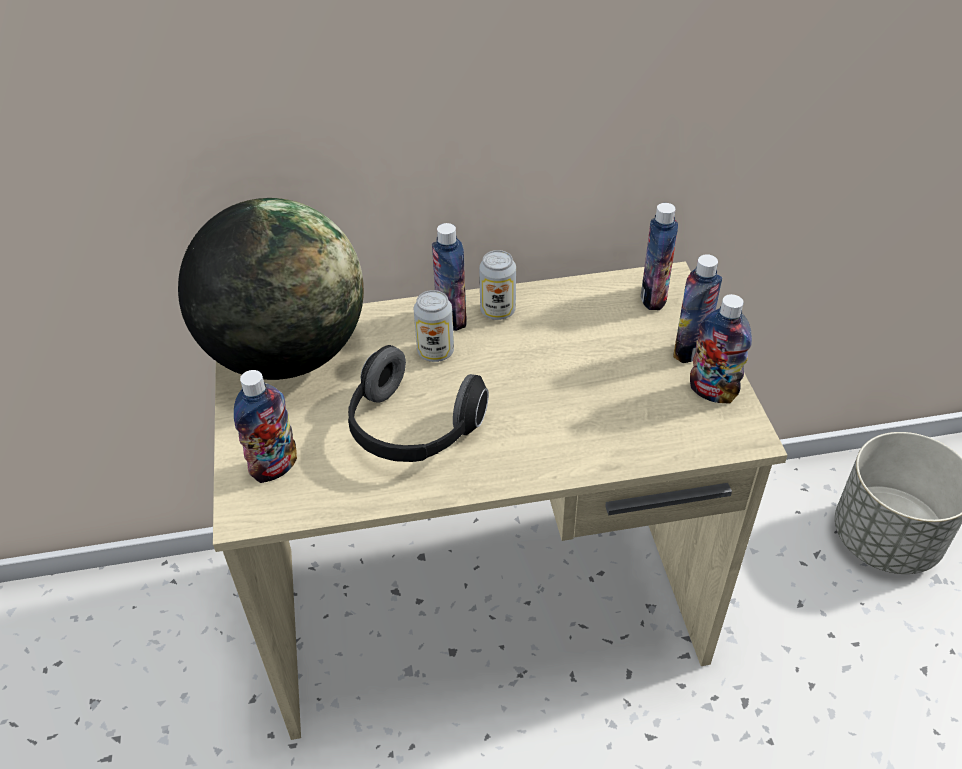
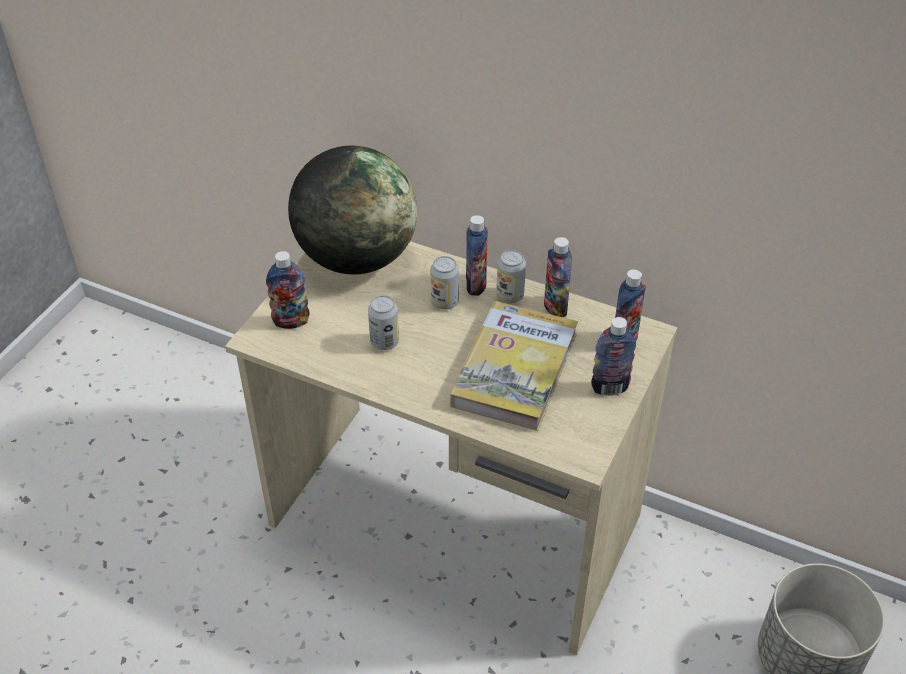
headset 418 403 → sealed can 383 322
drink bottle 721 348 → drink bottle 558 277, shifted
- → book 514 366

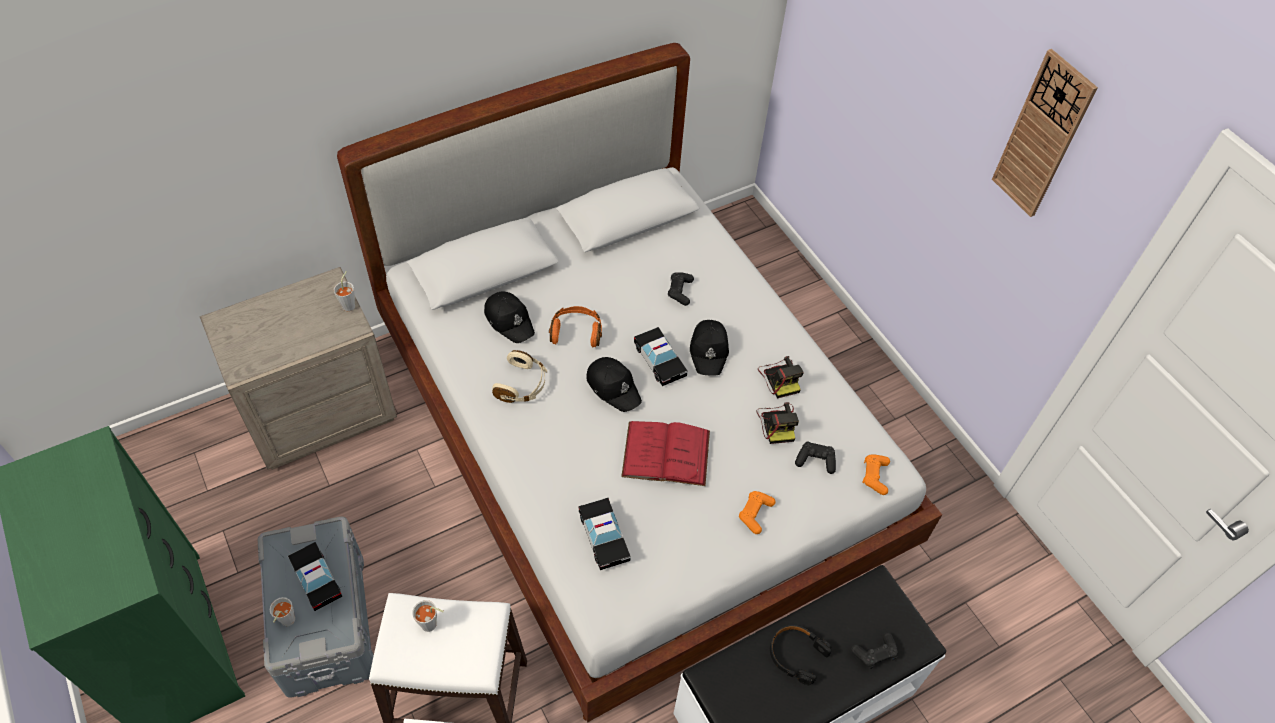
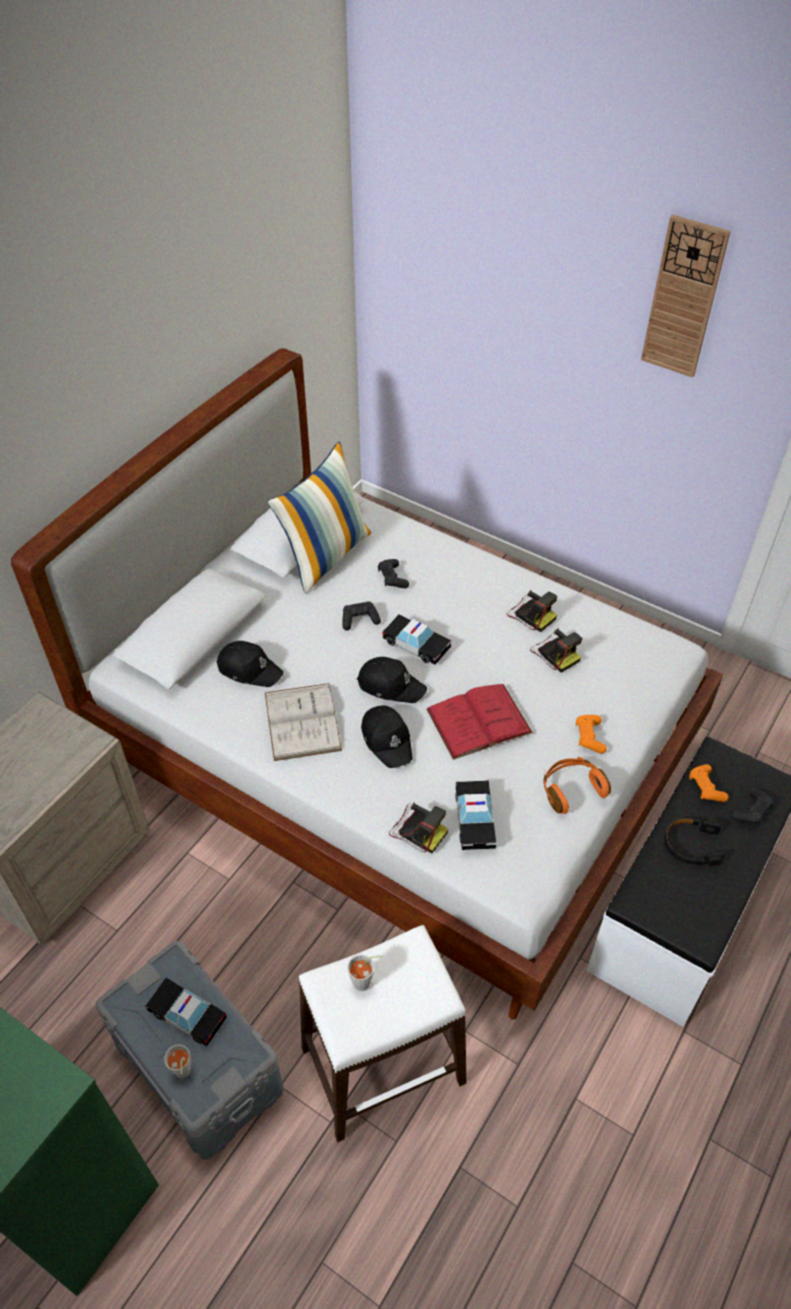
drinking cup (gray) 344 291 → -
headset (beige-coloured) 519 376 → book (white) 303 722
headset (orange) 575 327 → headset (orange) 577 785, shifted
model car 605 534 → model car 476 815, 45 degrees clockwise
cap (black) 709 348 → cap (black) 387 736, shifted
gamepad (black) 815 457 → gamepad (black) 362 615, shifted
gamepad (orange) 876 475 → gamepad (orange) 709 783, shifted
- → throw pillow 319 517
- → photo camera 418 827

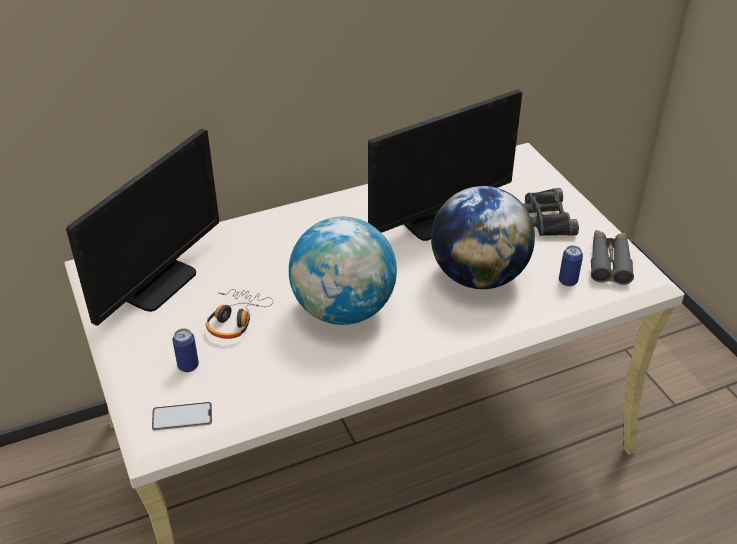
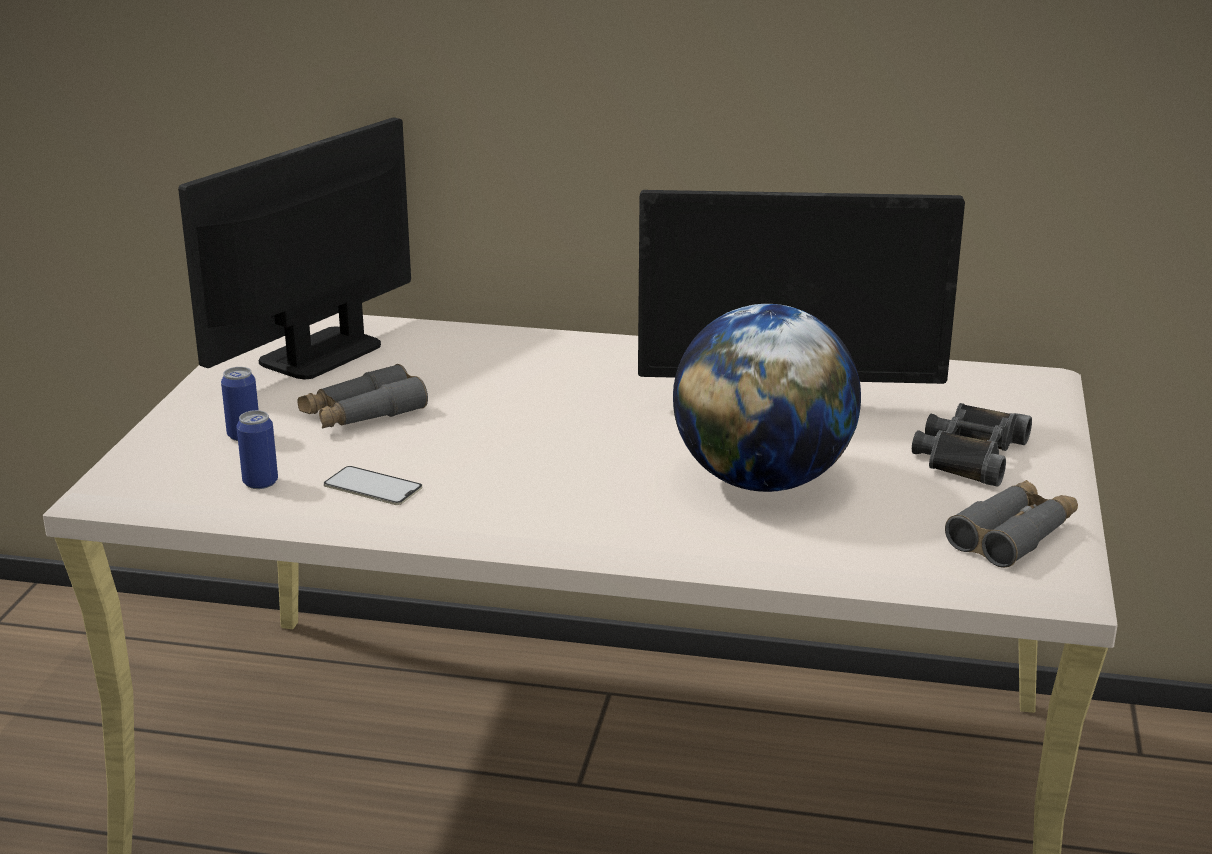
computer screen 142 227 → computer screen 294 248, 150 degrees clockwise
handset 182 416 → handset 373 485, shifted
headset 239 314 → binoculars (gray) 362 396
globe 343 271 → -
sealed can 571 265 → sealed can 257 449, shifted

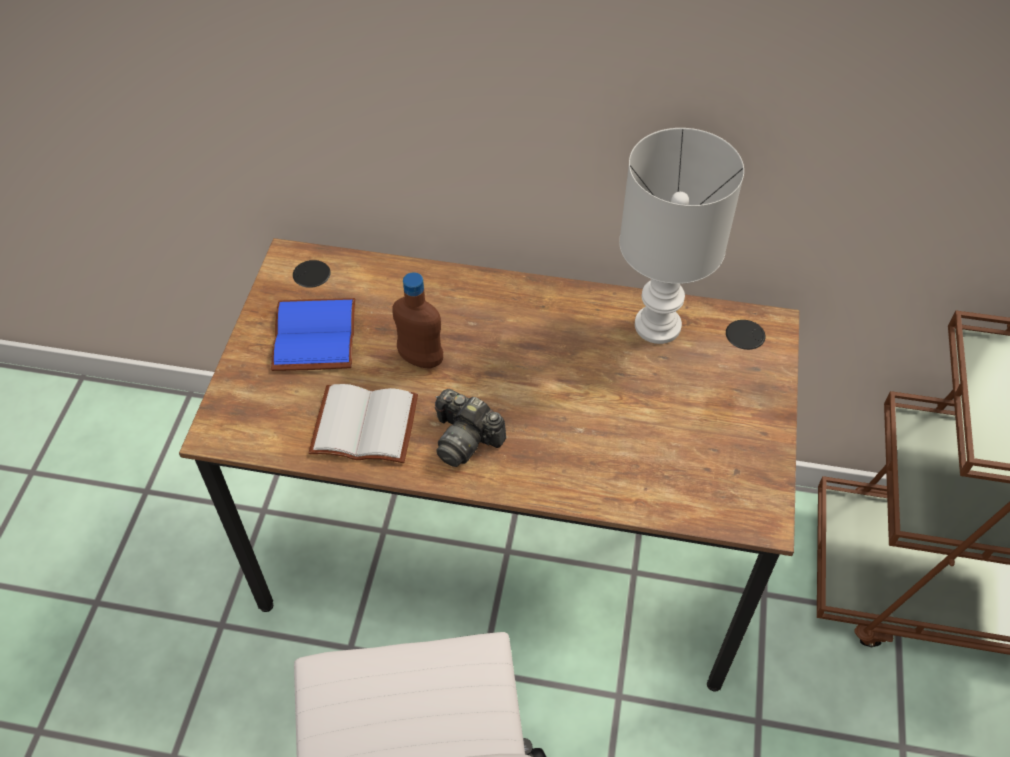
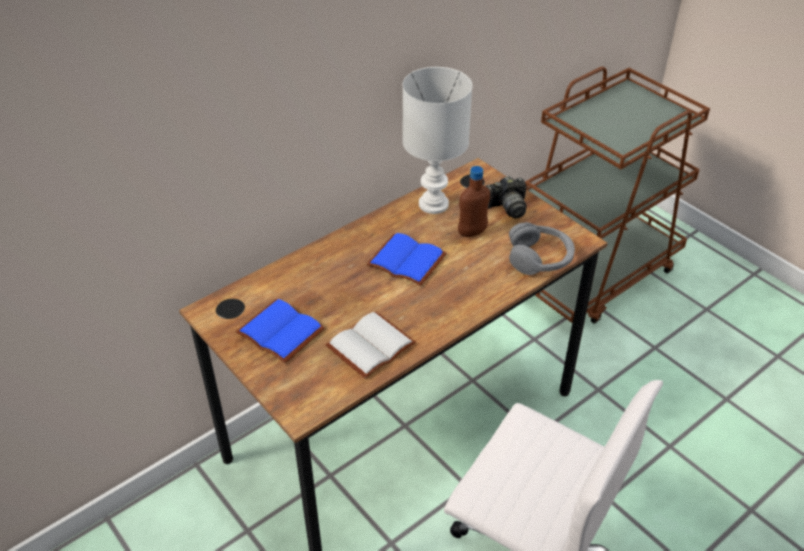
drink bottle (brown) 417 320 → drink bottle (brown) 474 201, shifted
photo camera 470 428 → photo camera 506 197, shifted
- → book (blue-coloured) 407 259
- → headset (gray) 542 248

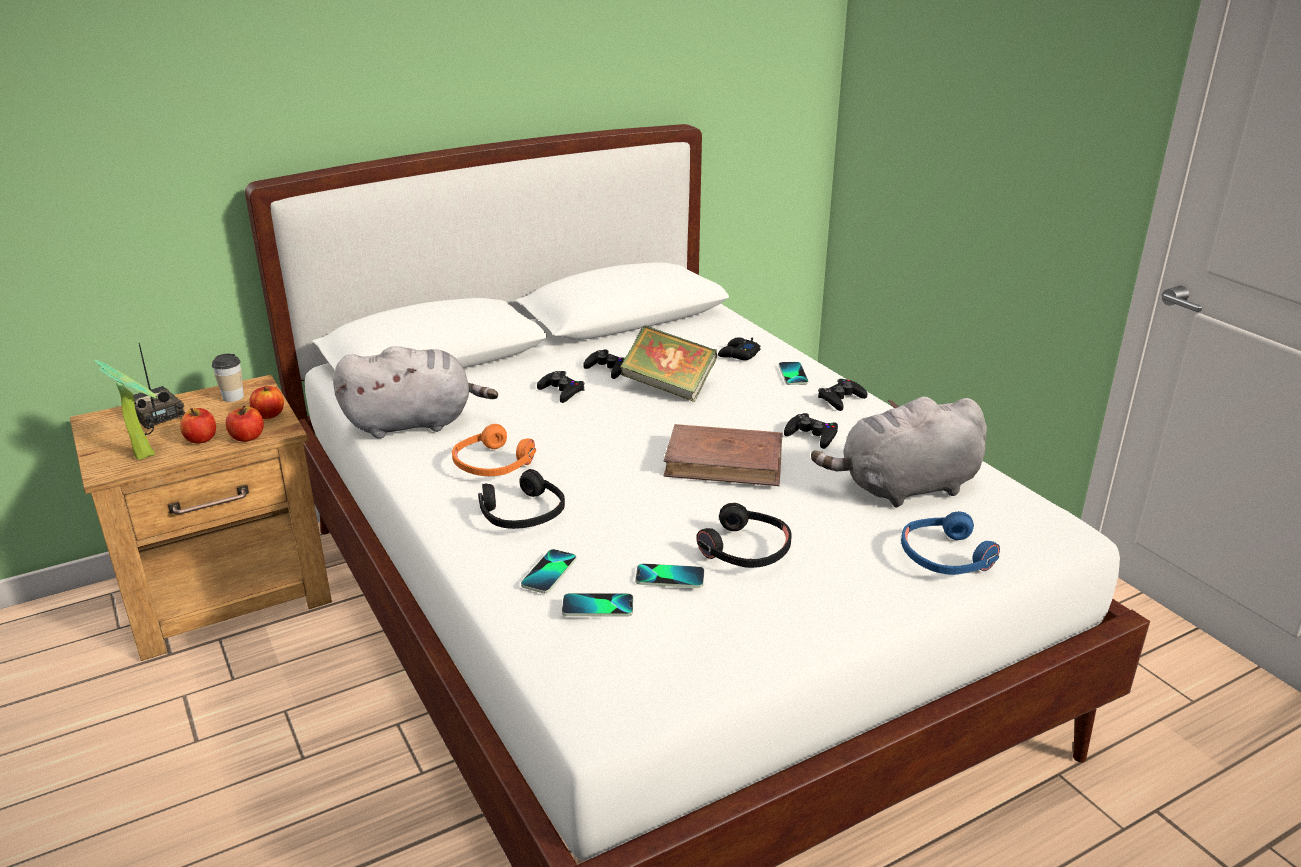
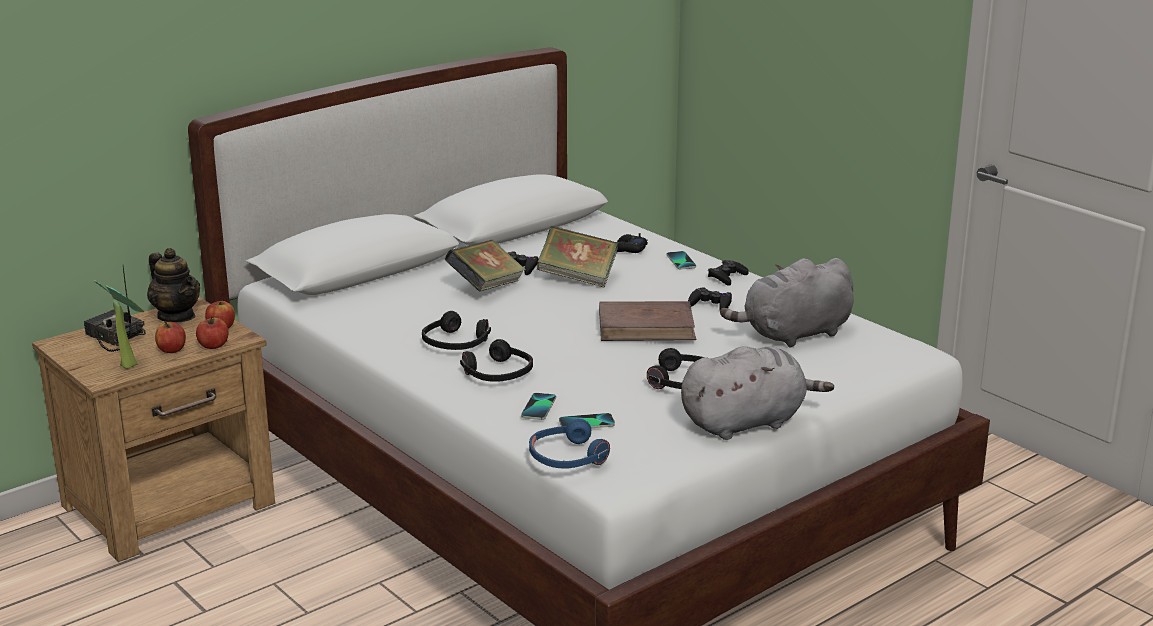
drinking cup 228 378 → pot for tea 173 285
plush toy (gray) 415 392 → plush toy (gray) 757 393, shifted
headset (orange) 494 450 → headset (black) 456 330
gamepad (black) 561 387 → book 485 266
handset 669 575 → -
headset (blue-coloured) 950 543 → headset (blue-coloured) 569 444, shifted

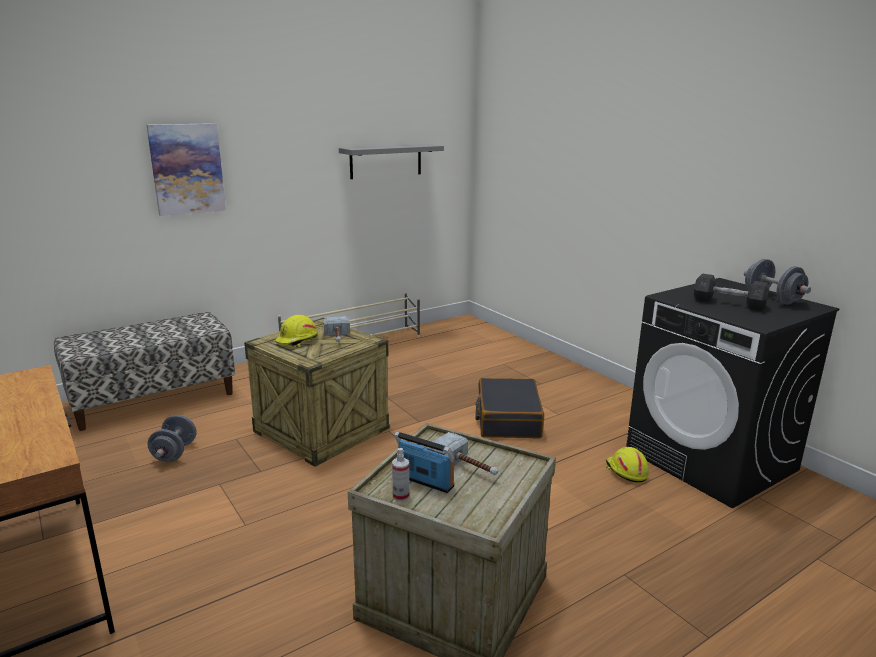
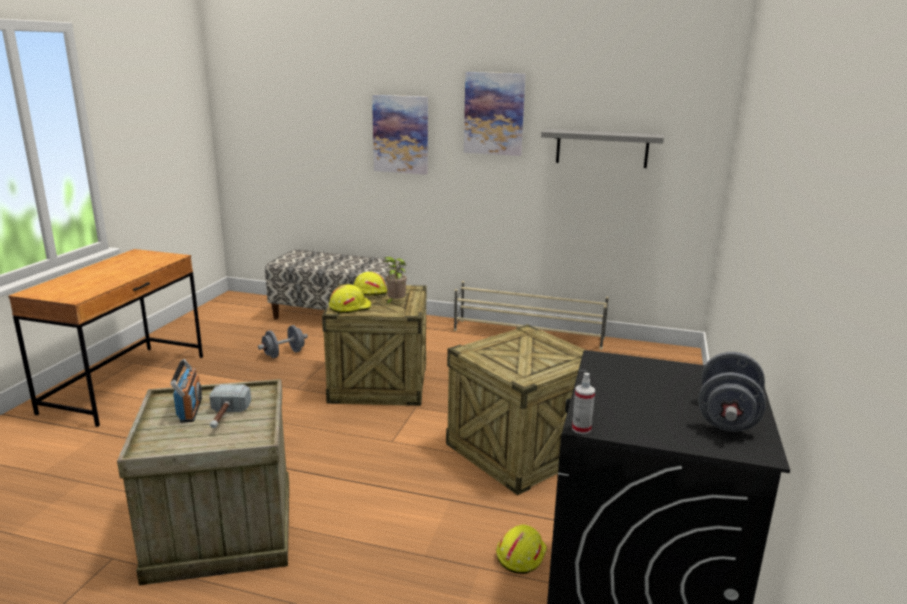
hammer 337 329 → potted plant 395 281
spray bottle 400 474 → spray bottle 583 403, shifted
piece of luggage (black) 509 408 → crate 515 409
free weight (gray) 731 292 → -
- → safety helmet (yellow) 350 298
- → picture 495 114

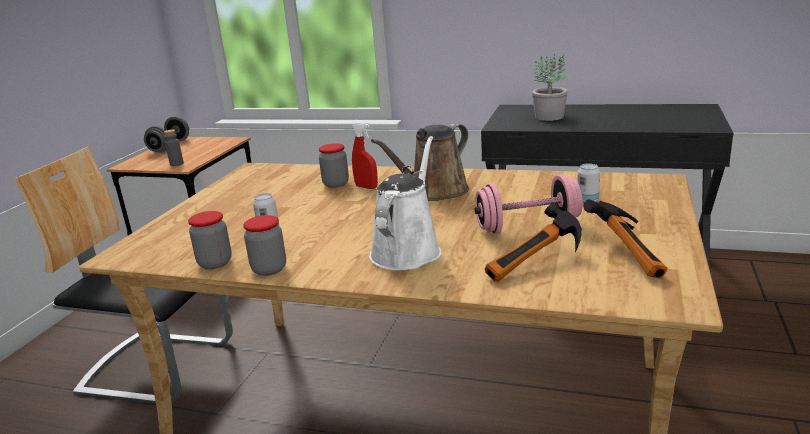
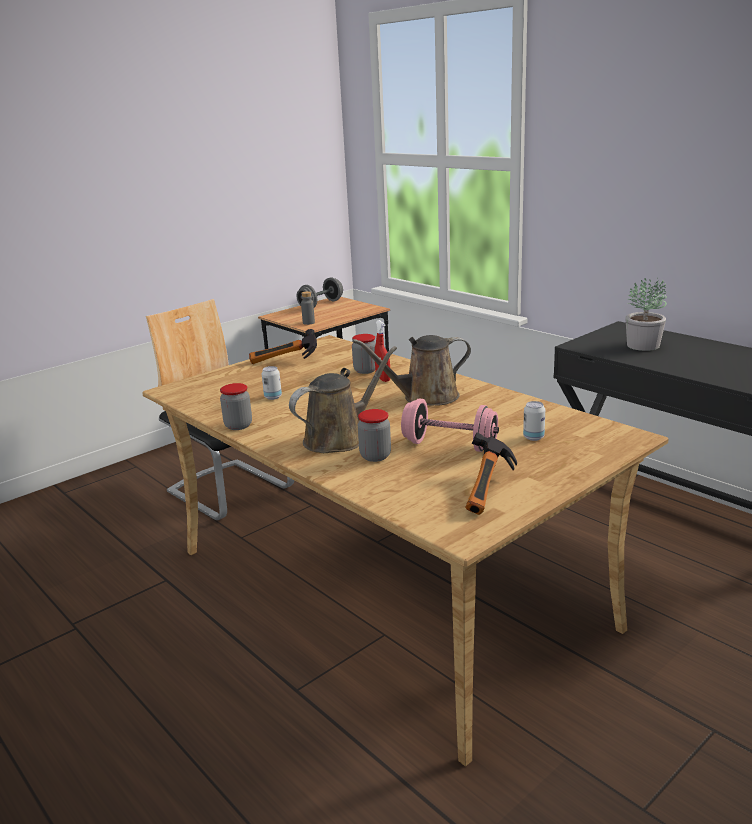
storage jar 210 240 → storage jar 374 435, shifted
watering pot (white) 405 203 → watering pot (brown) 343 399
hammer 533 242 → hammer 283 346, shifted

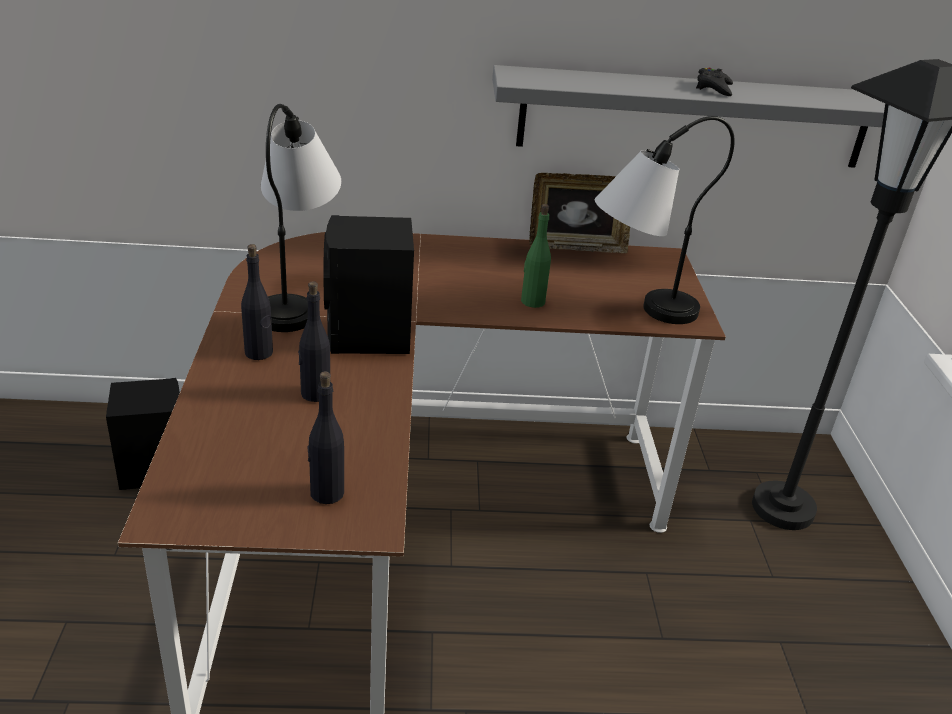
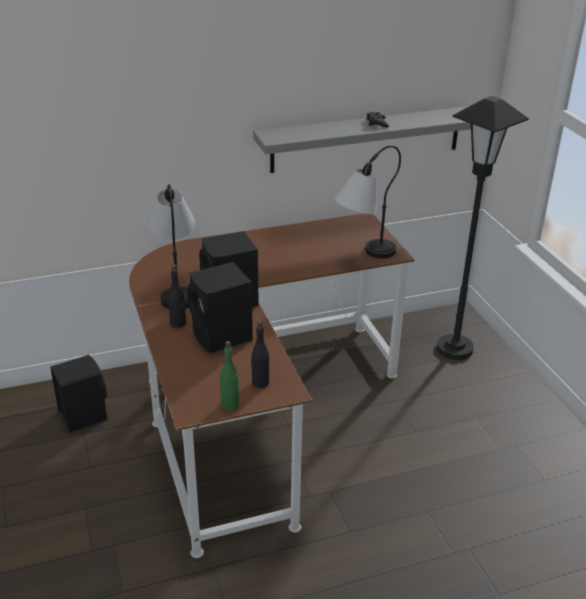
drink bottle (black) 314 341 → loudspeaker (black) 220 307
drink bottle (green-coloured) 536 256 → drink bottle (green-coloured) 229 375, shifted
standing frame 579 213 → -

